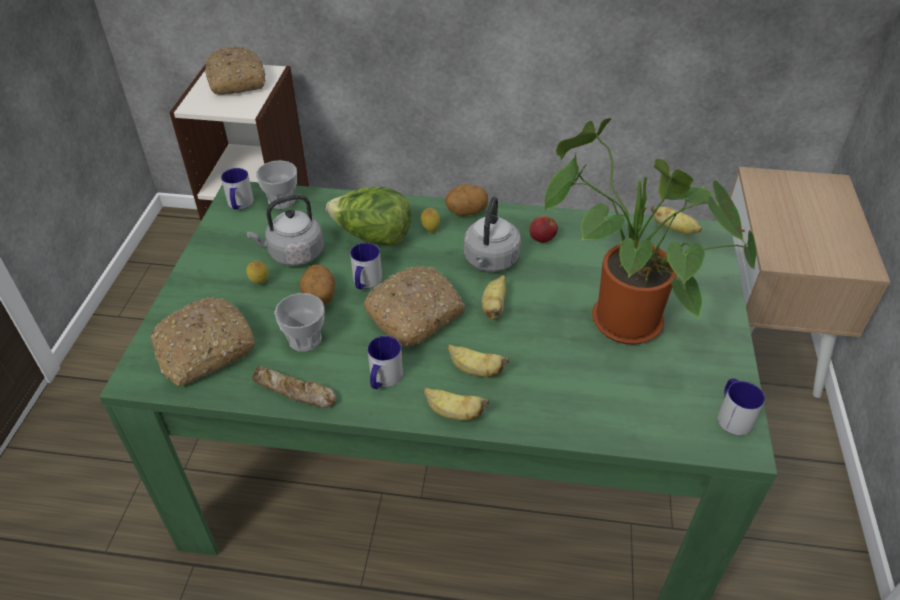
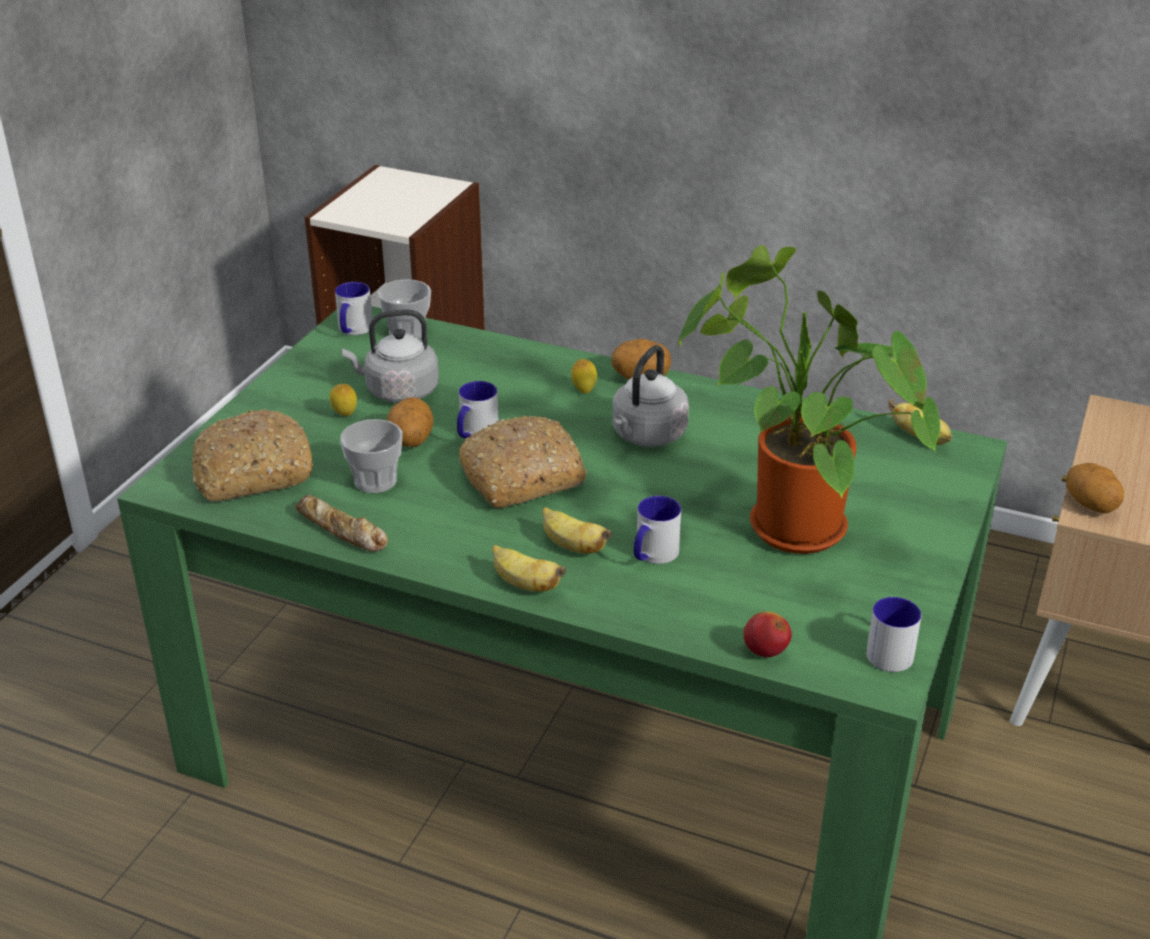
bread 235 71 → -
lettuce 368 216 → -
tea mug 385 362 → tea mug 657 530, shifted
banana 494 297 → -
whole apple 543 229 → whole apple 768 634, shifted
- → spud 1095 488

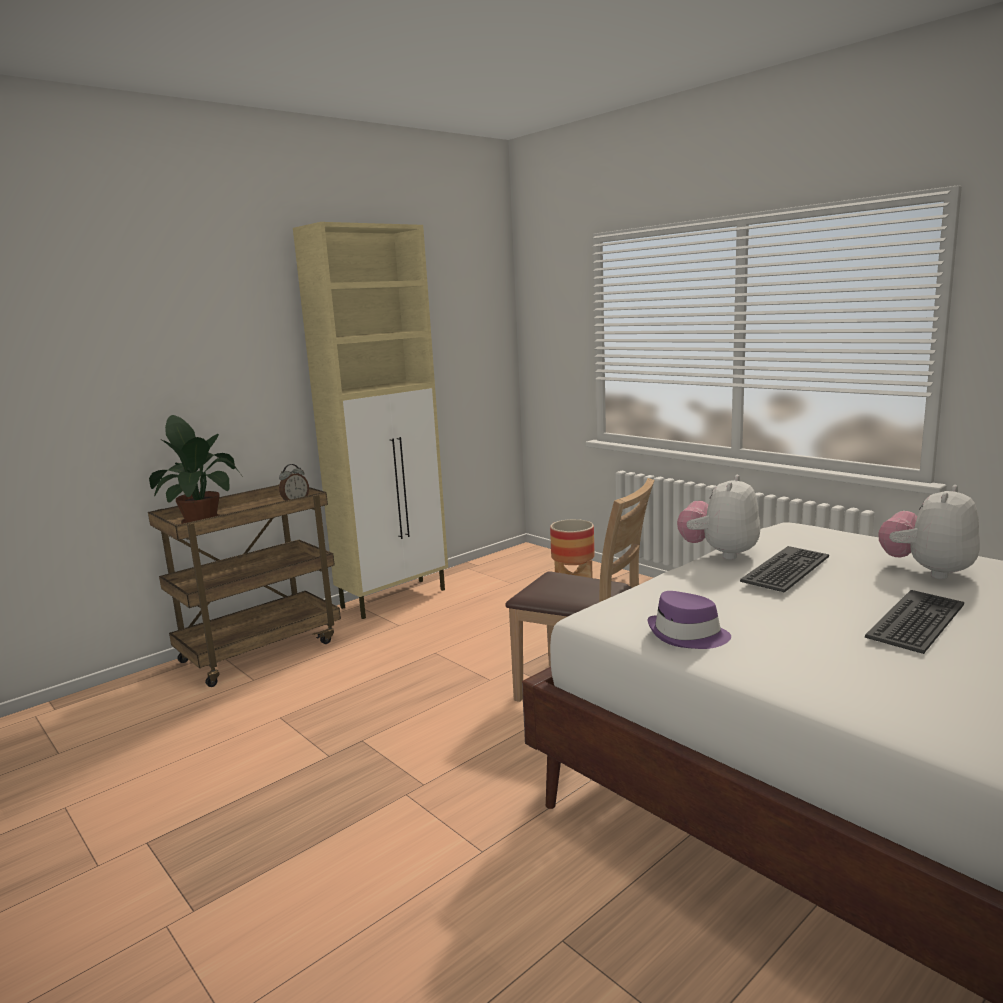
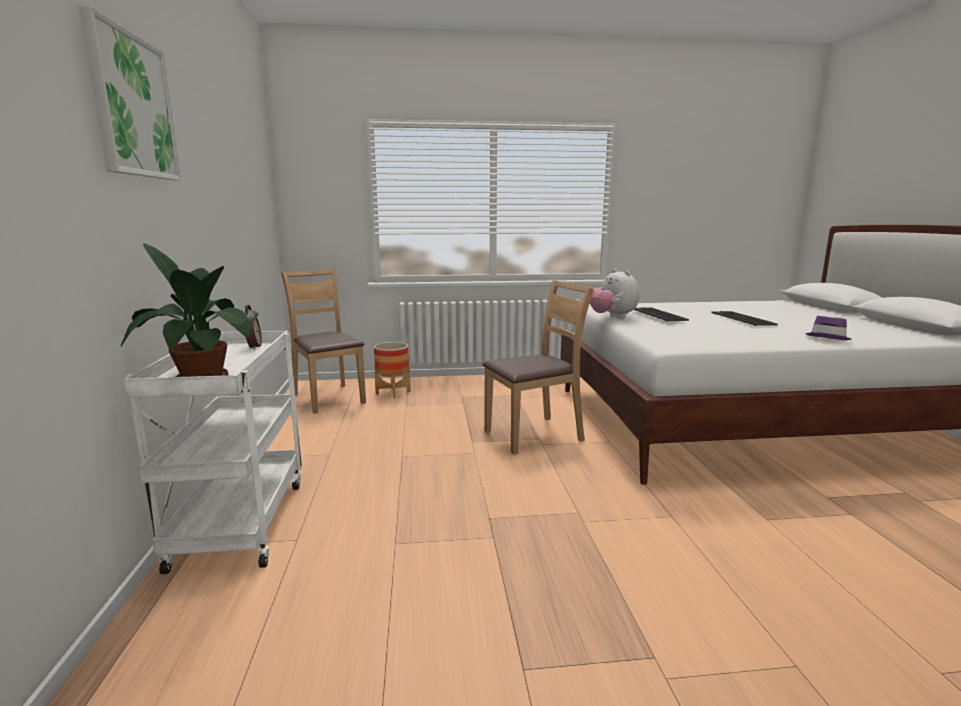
trolley (brown) 244 585 → trolley (white) 212 452
cupboard (beige-coloured) 370 420 → -
clothing hat (purple) 689 620 → clothing hat (purple) 828 328, shifted
plush toy 929 532 → -
- → picture 130 93
- → plain chair (brown) 323 341

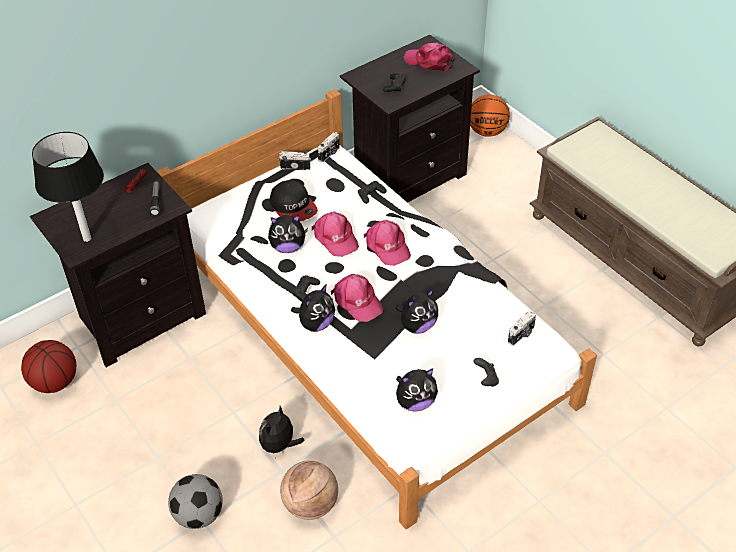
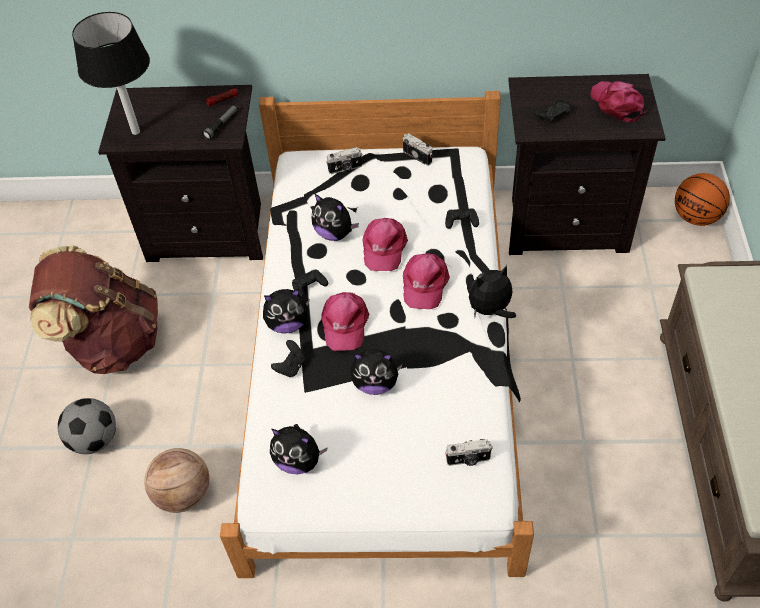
basketball 48 366 → -
plush toy 282 432 → plush toy 492 291, shifted
cap 294 200 → -
photo camera 328 147 → photo camera 344 160, shifted
gamepad (black) 486 372 → gamepad (black) 288 358, shifted
- → knapsack (brown) 93 309

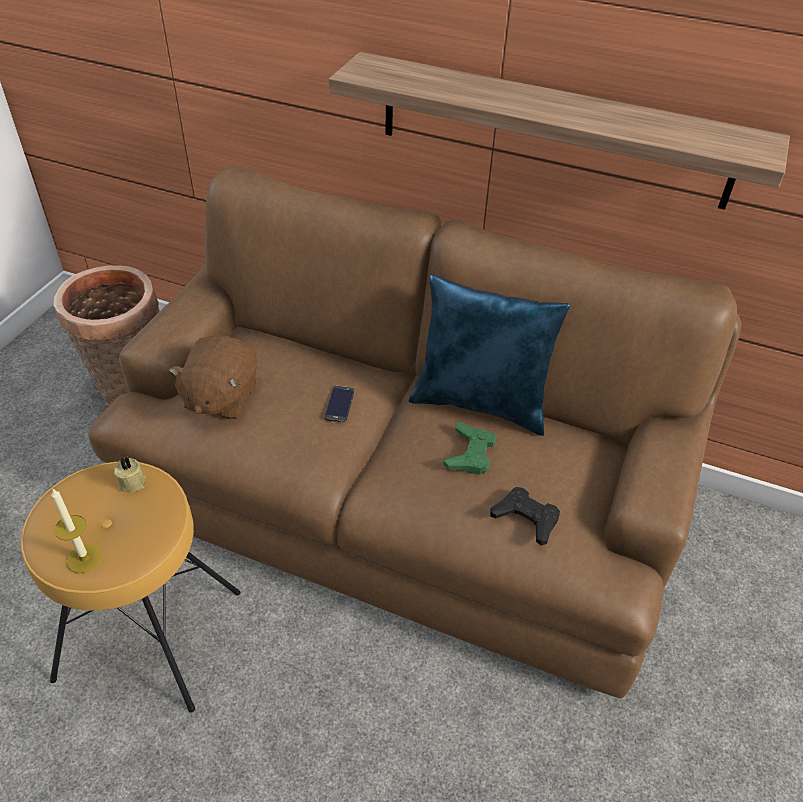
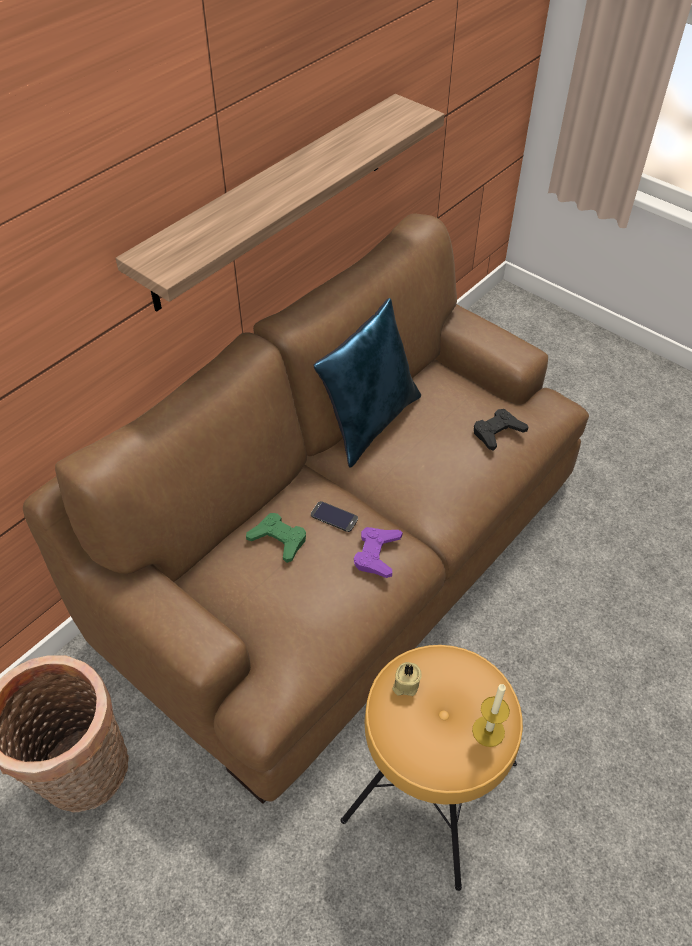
plush toy (brown) 213 377 → -
gamepad (green-coloured) 470 448 → gamepad (green-coloured) 276 538, shifted
- → gamepad (purple) 378 552

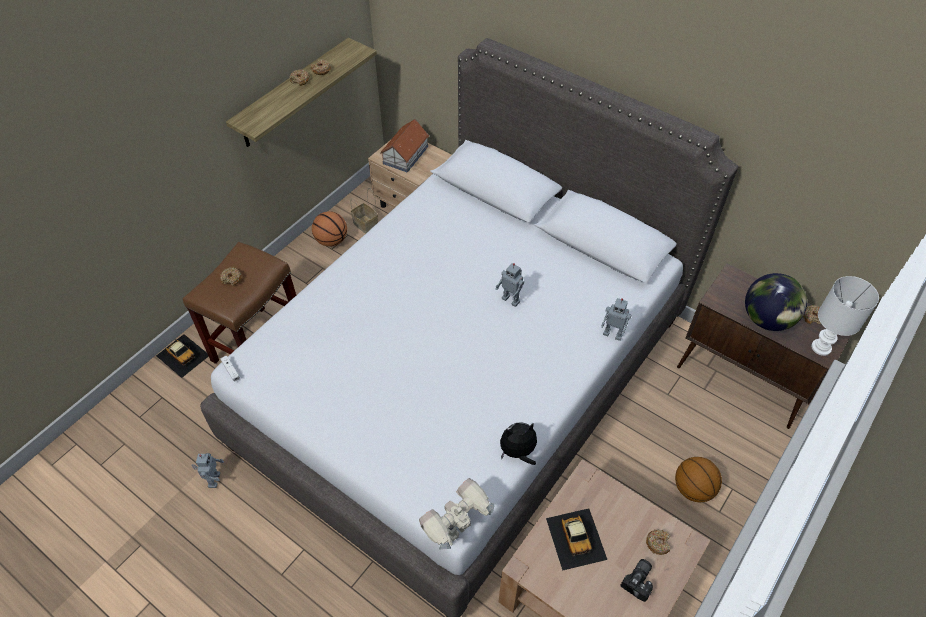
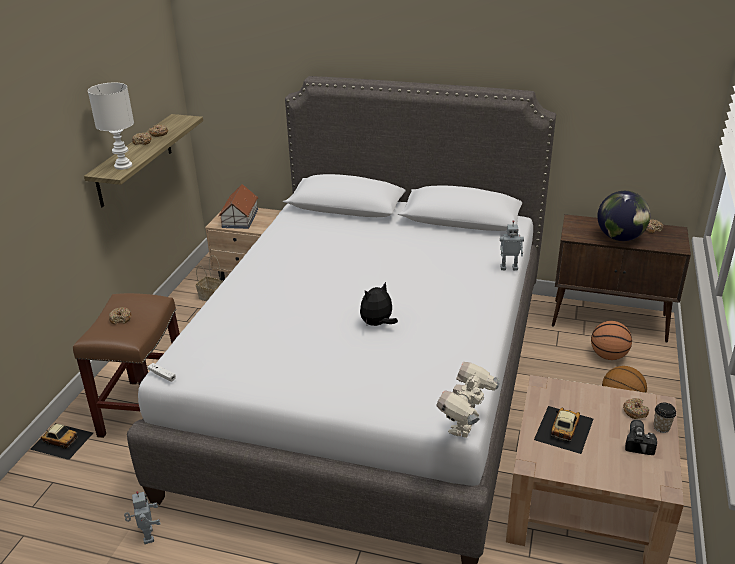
basketball 329 229 → basketball 611 340, shifted
toy robot 509 285 → -
plush toy 518 443 → plush toy 379 304, shifted
model car 576 539 → model car 563 430, 120 degrees counterclockwise
tabletop lamp (white) 845 316 → tabletop lamp (white) 111 126, shifted
- → drinking cup 664 418

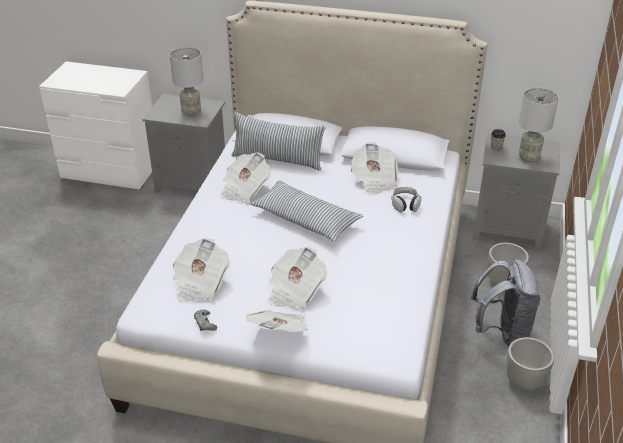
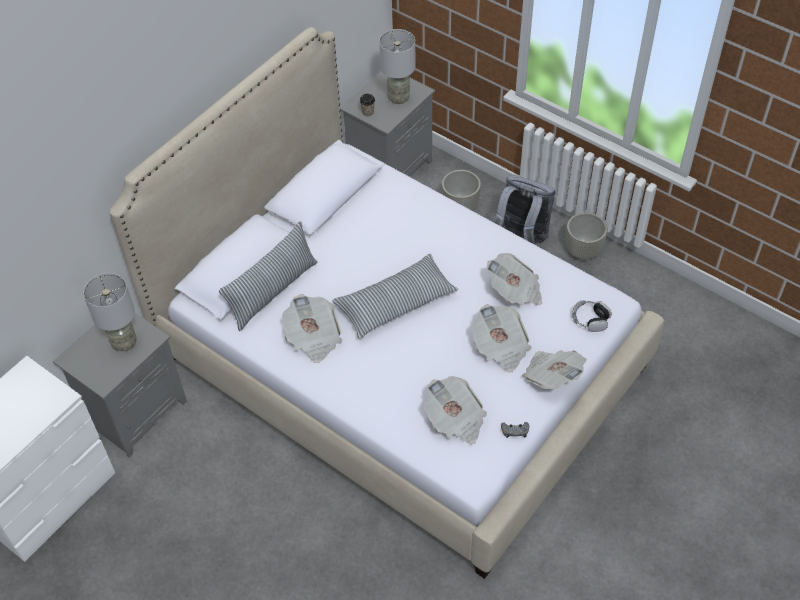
printed paper 374 168 → printed paper 514 279, shifted
headset 406 199 → headset 592 316, shifted

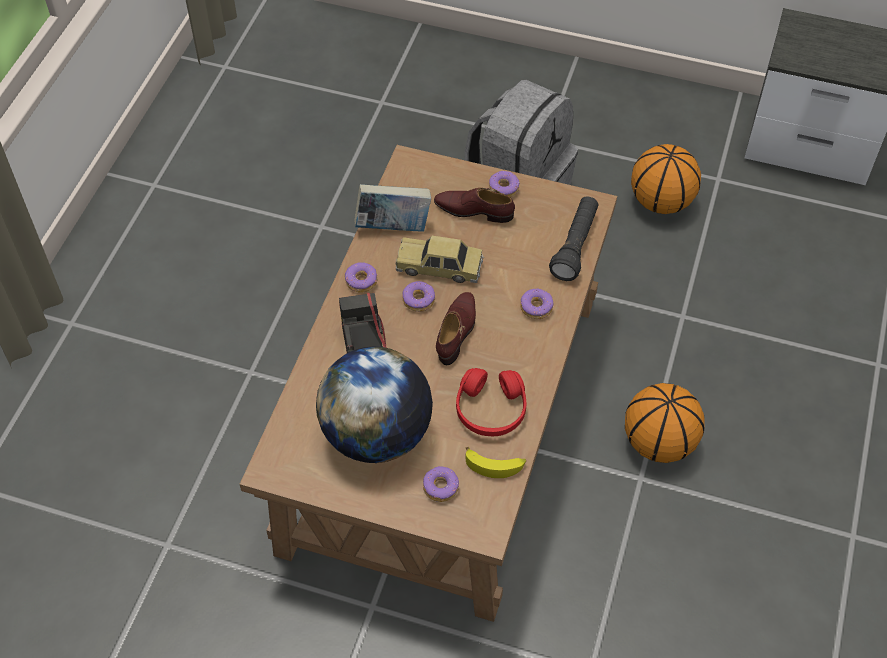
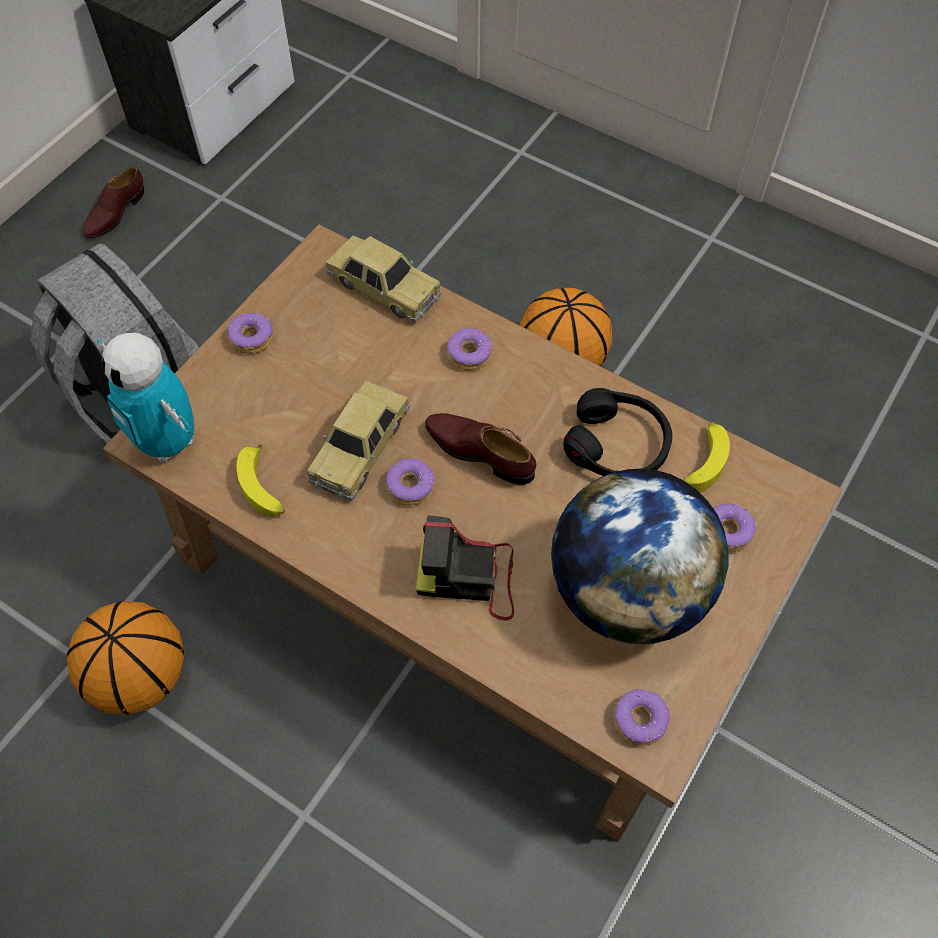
ring doughnut 361 277 → ring doughnut 642 717, shifted
book 392 208 → banana 261 480
low shoe (brown) 474 205 → low shoe (brown) 113 202, shifted
headset (red-coloured) 491 402 → headset (black) 617 432
torch (black) 574 238 → model car 383 279
basketball 666 179 → basketball 125 658, shifted
- → toy robot 145 397

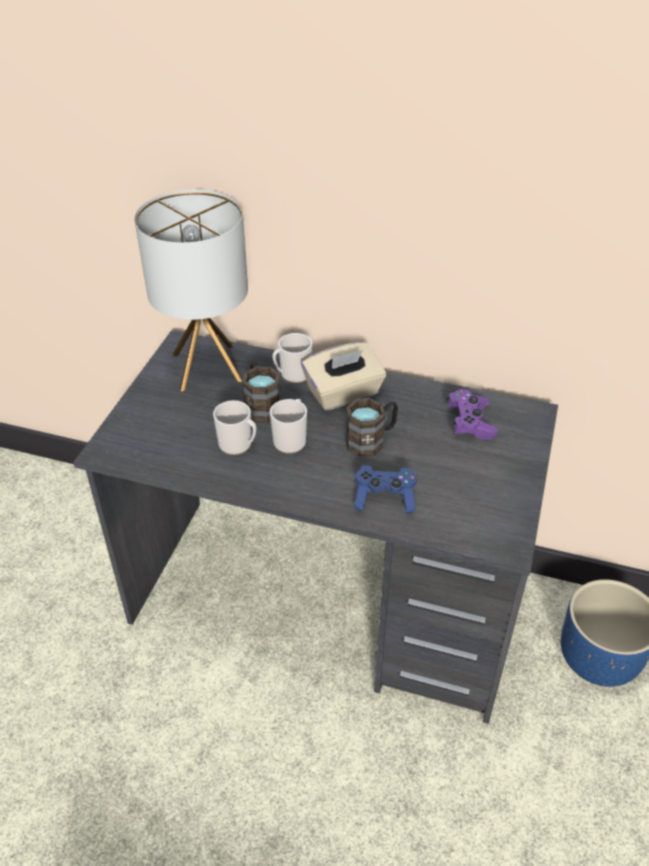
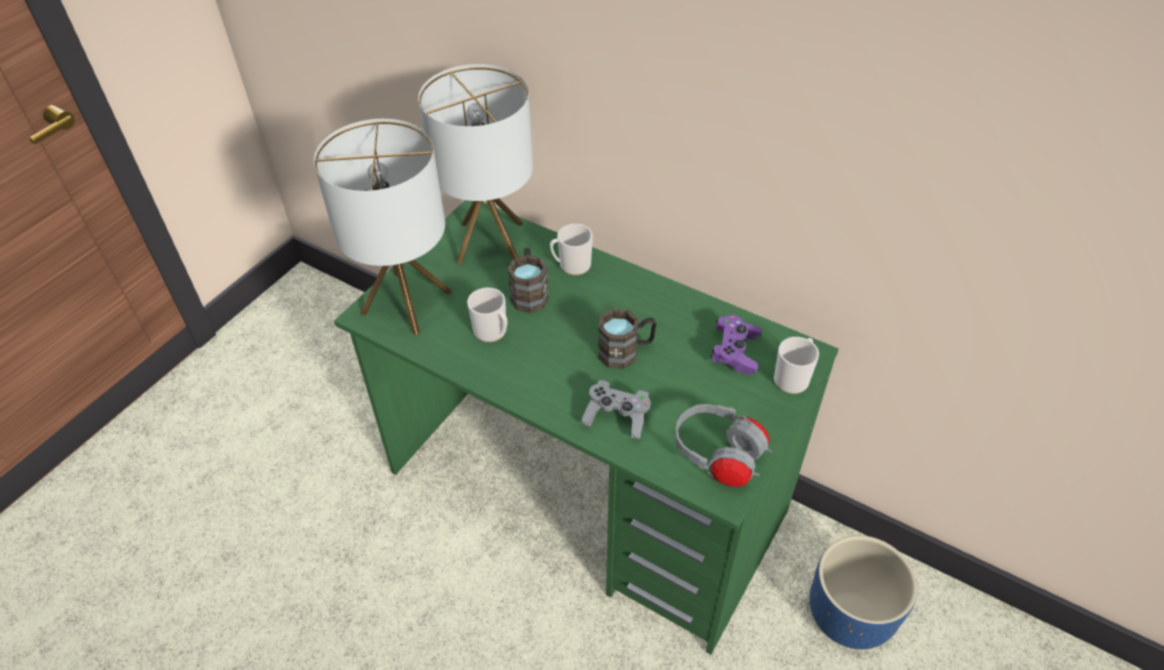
desk unit (gray) 315 527 → desk unit (green-coloured) 586 427
tea mug 288 426 → tea mug 796 365, shifted
tissue holder (beige-coloured) 344 376 → -
gamepad (blue-coloured) 385 489 → gamepad (gray) 616 409
- → tabletop lamp 382 227
- → headset (gray) 723 445

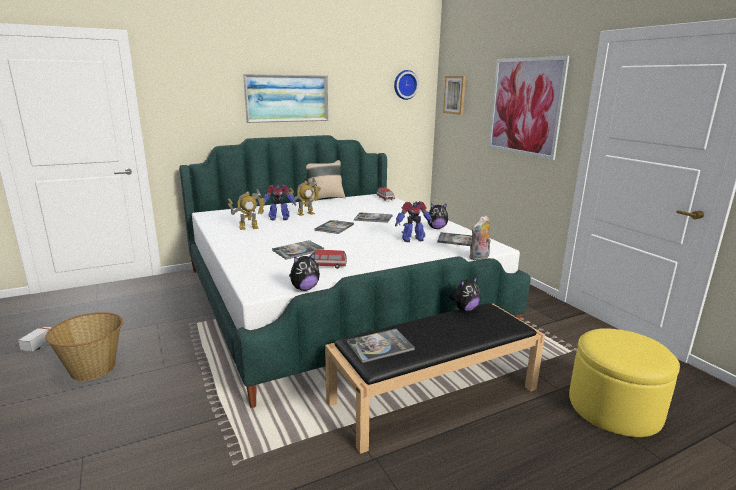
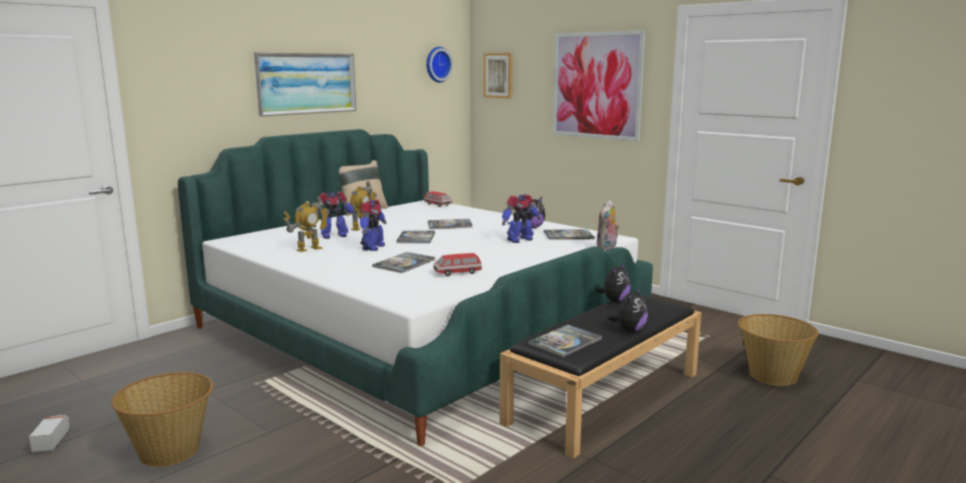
plush toy 304 271 → plush toy 628 309, shifted
pouffe (yellow) 624 382 → basket 778 350
- → toy robot 373 225

